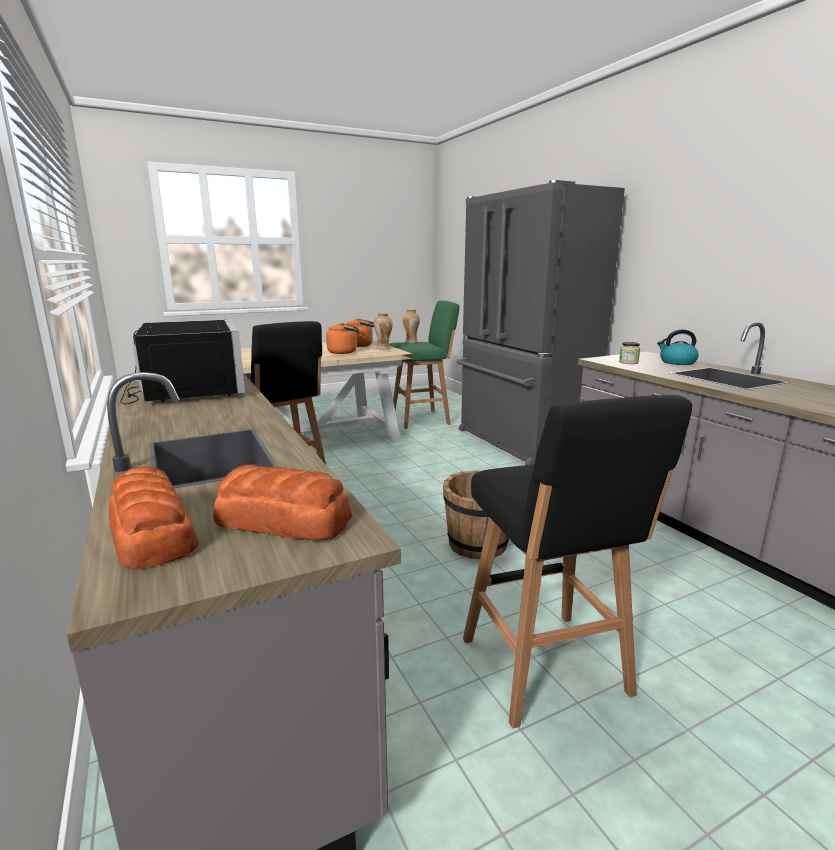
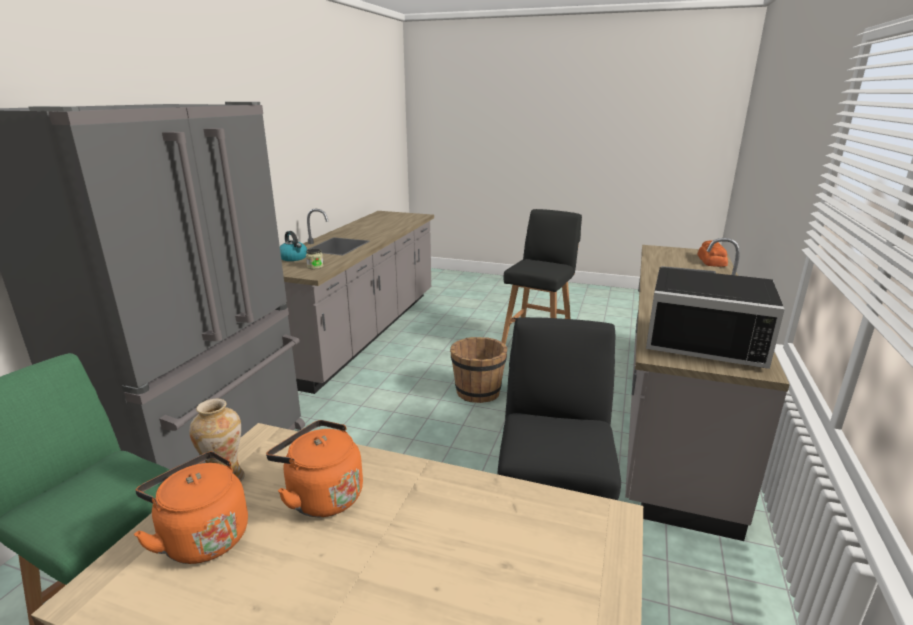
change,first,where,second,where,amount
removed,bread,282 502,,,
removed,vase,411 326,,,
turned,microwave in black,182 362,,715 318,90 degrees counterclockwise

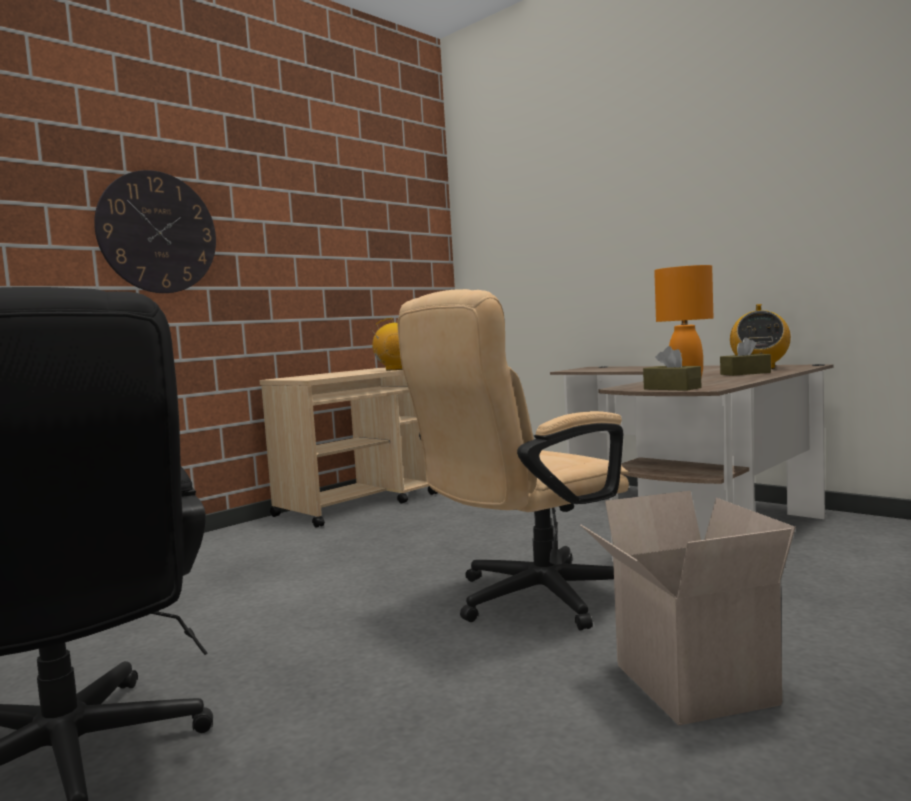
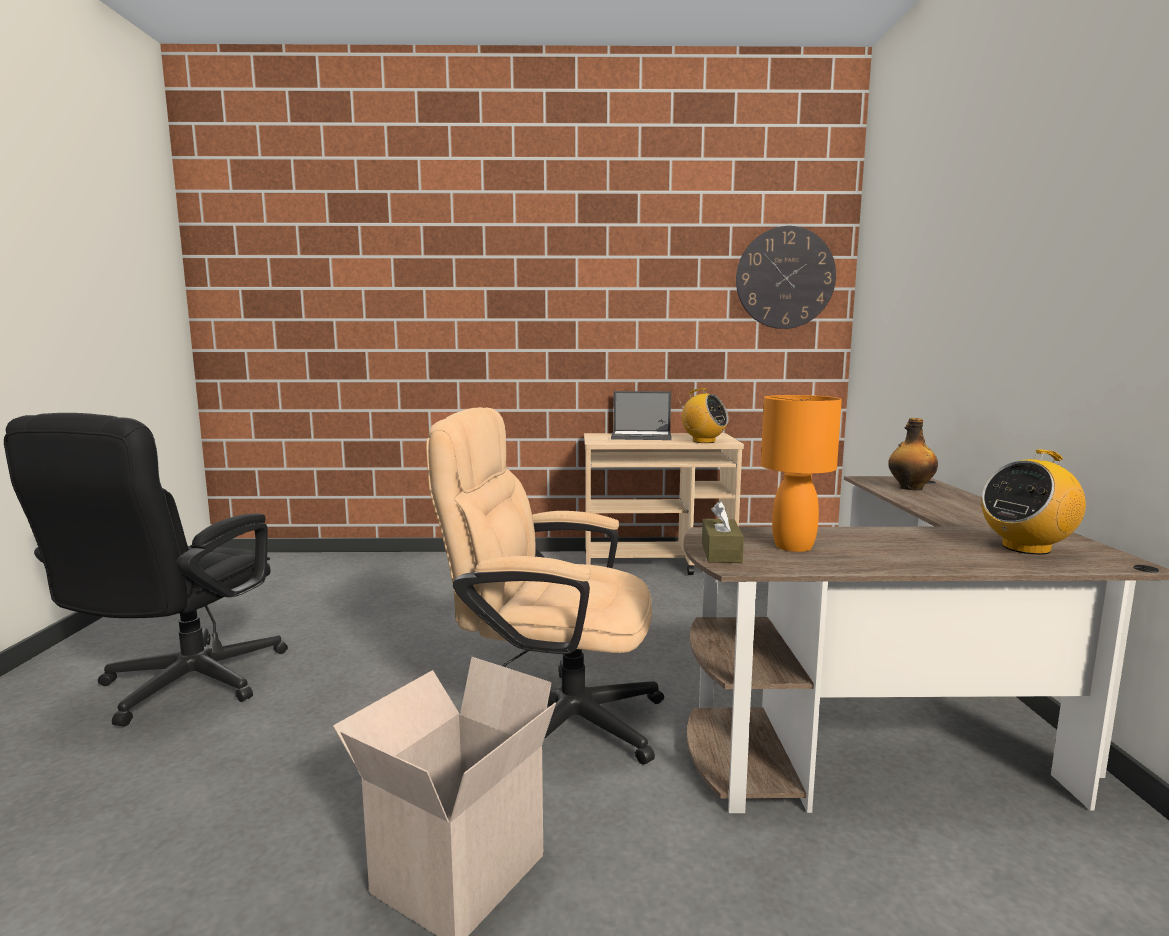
change,first,where,second,where,amount
removed,tissue box in brown,745 356,,,
added,,,laptop,641 415,
added,,,bottle,913 454,
moved,wall clock,155 231,,786 277,

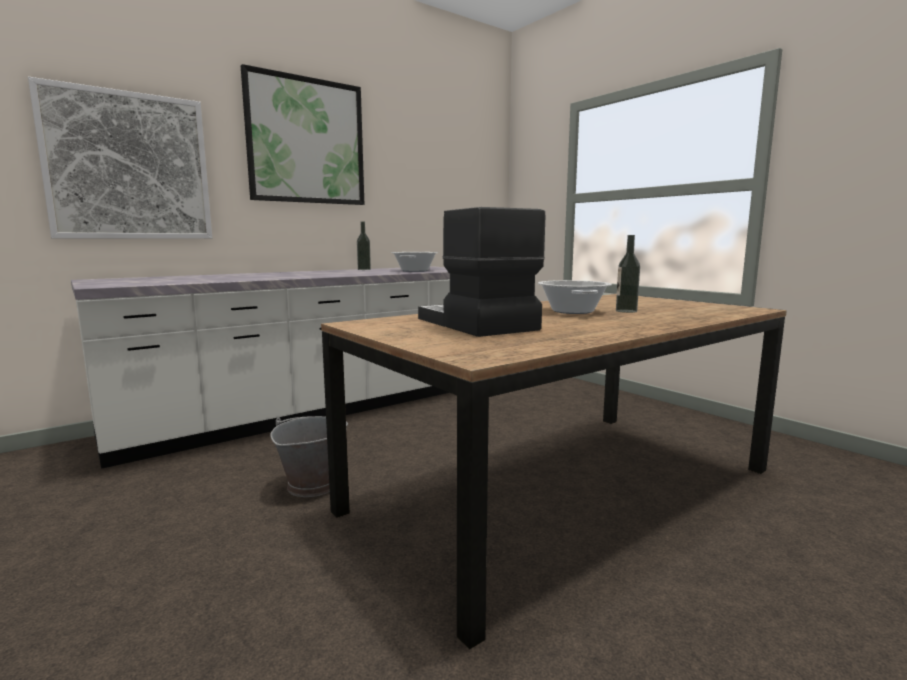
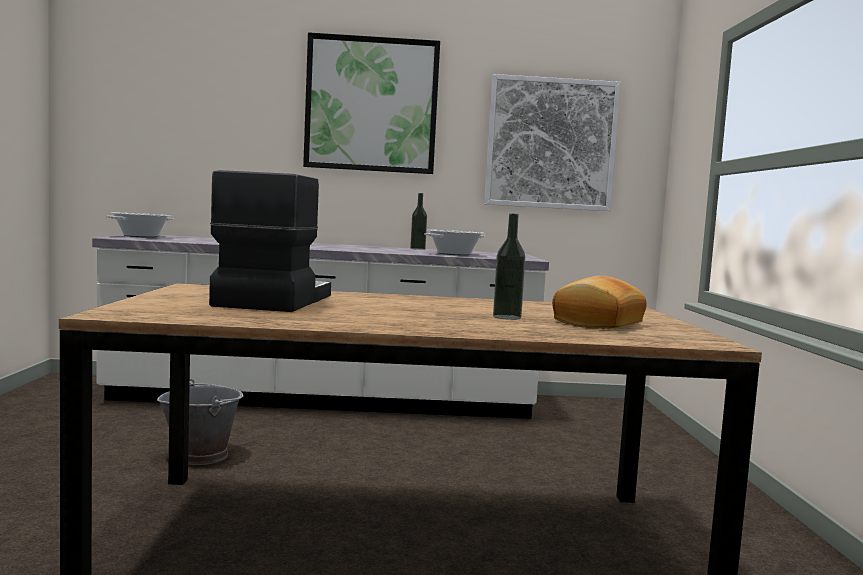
change,first,where,second,where,amount
added,,,bread,599 302,
moved,picture,120 158,,552 142,
moved,cooking pot,574 297,,140 225,

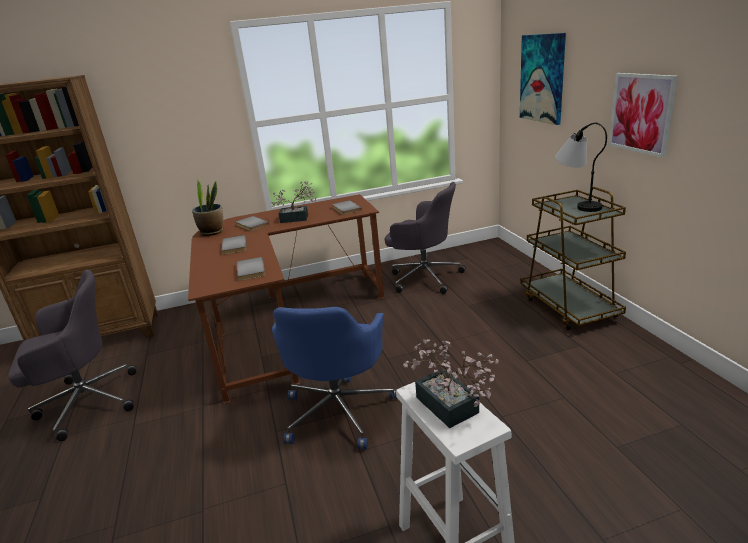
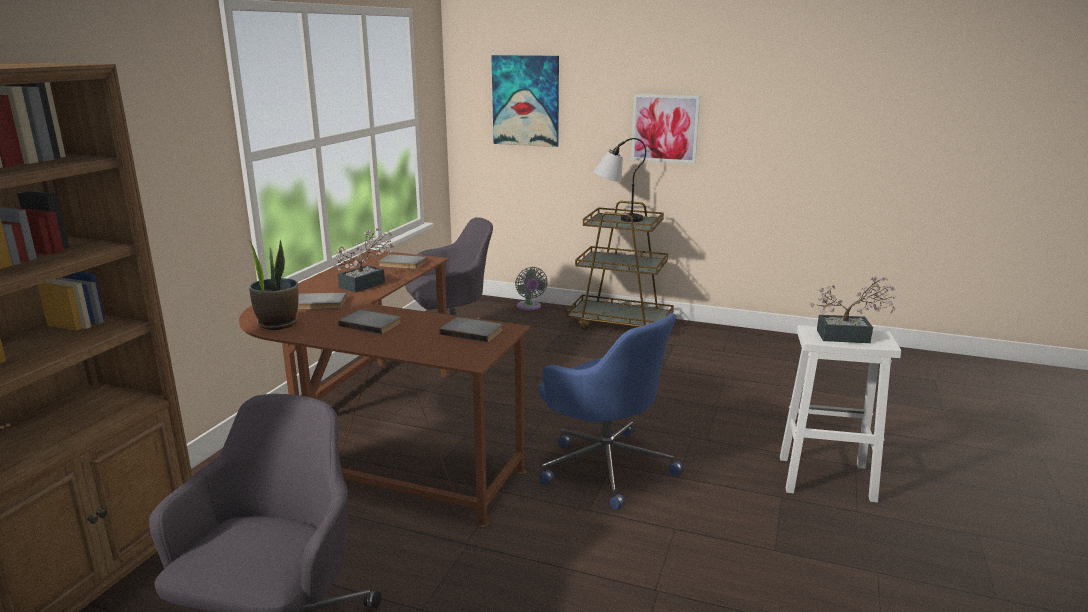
change,first,where,second,where,amount
added,,,fan in grey,531 289,

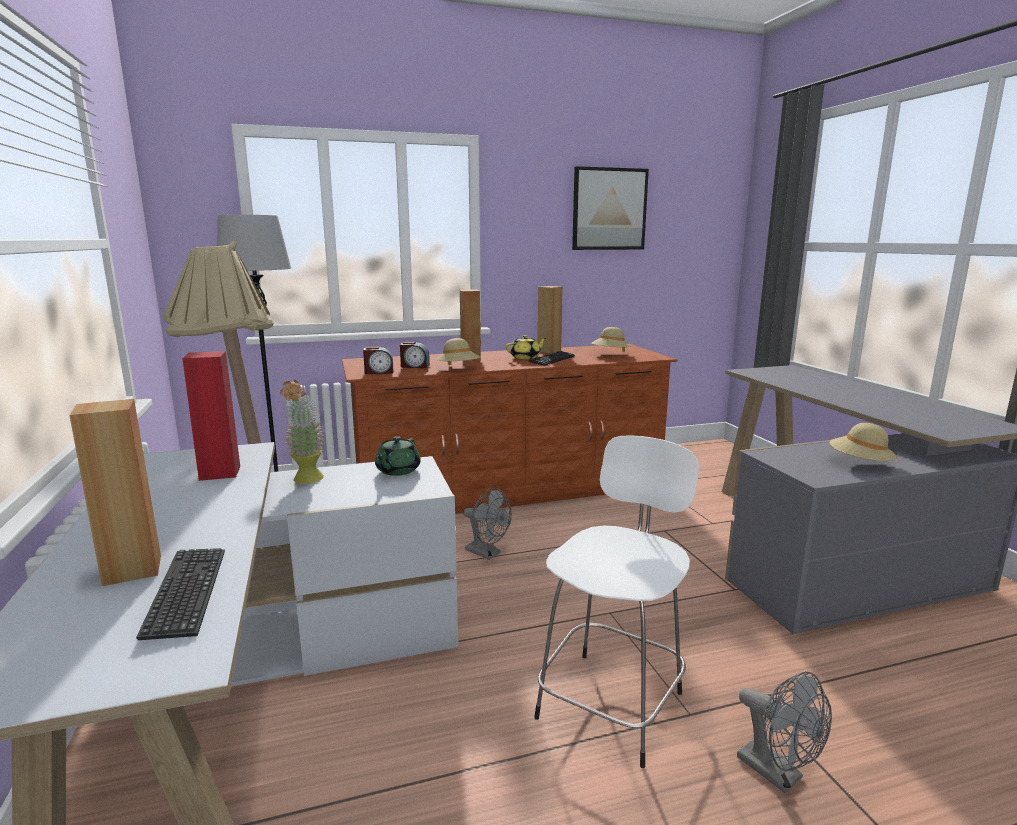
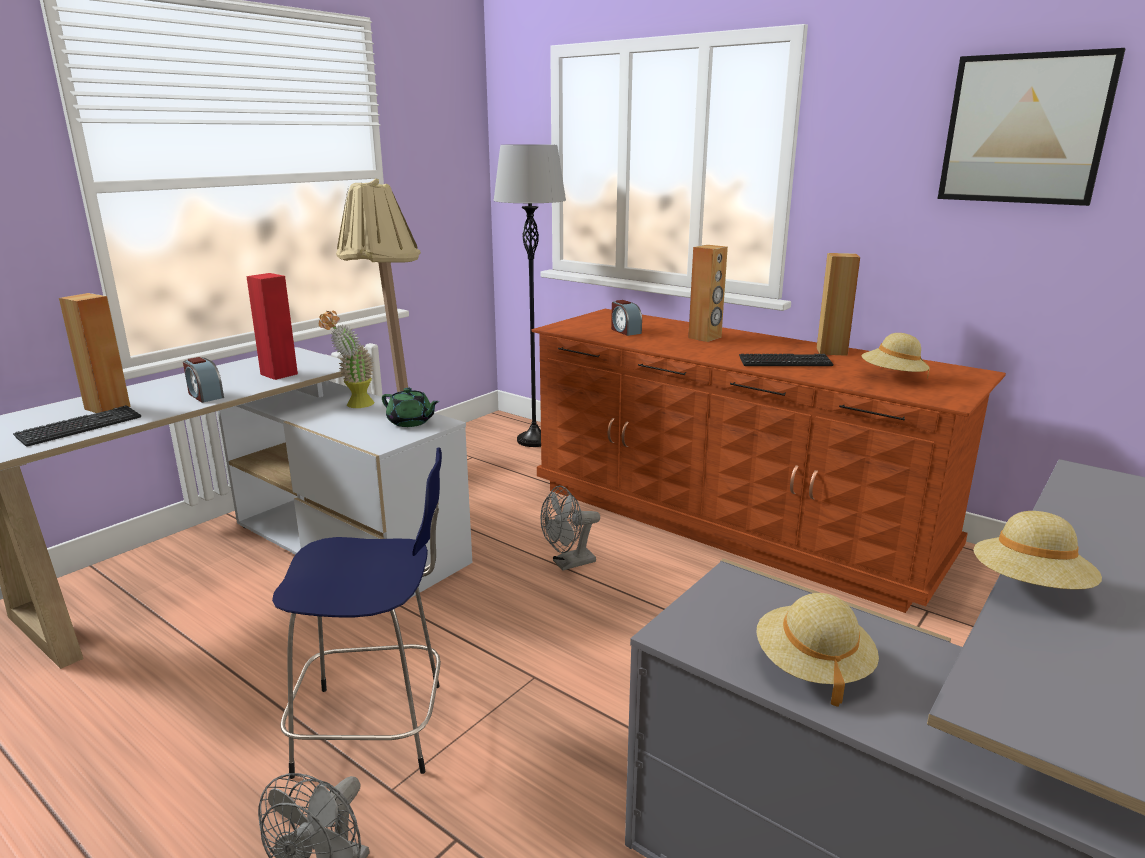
change,first,where,second,where,amount
removed,teapot in yellow,526 347,,,
moved,alarm clock,378 360,,203 380,
moved,hat in beige,458 351,,1038 550,
recoloured,stool in white,616 601,stool in blue,357 613,
turned,teapot in green,398 456,,411 407,135 degrees counterclockwise
turned,fan in grey,487 524,,570 528,60 degrees clockwise

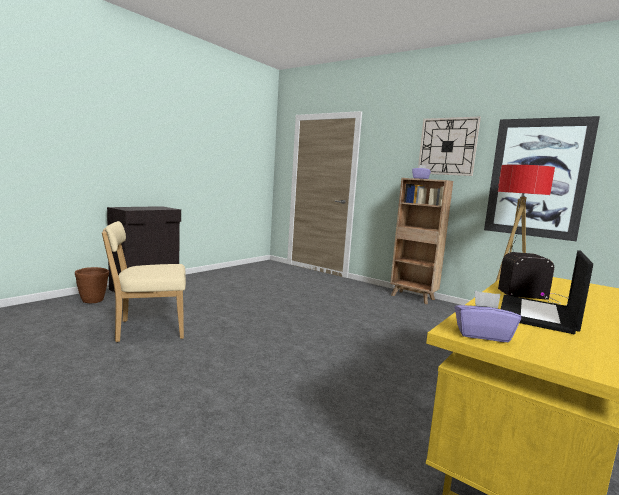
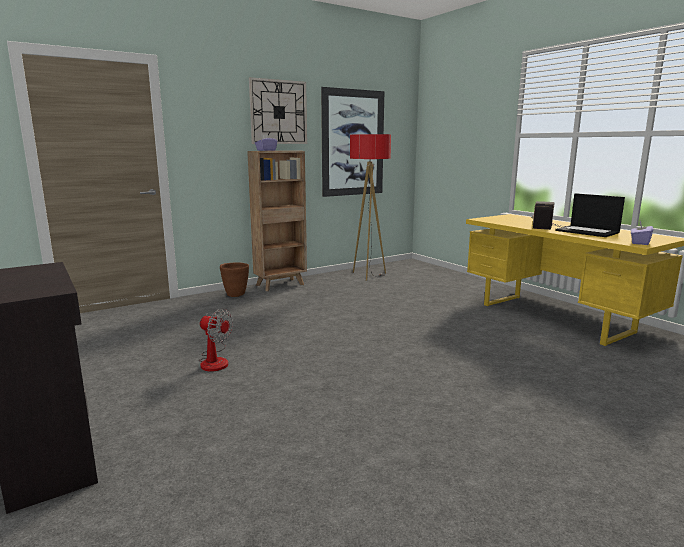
change,first,where,second,where,amount
removed,chair in beige,144 281,,,
added,,,fan,216 340,
moved,planter in brown,92 285,,234 280,

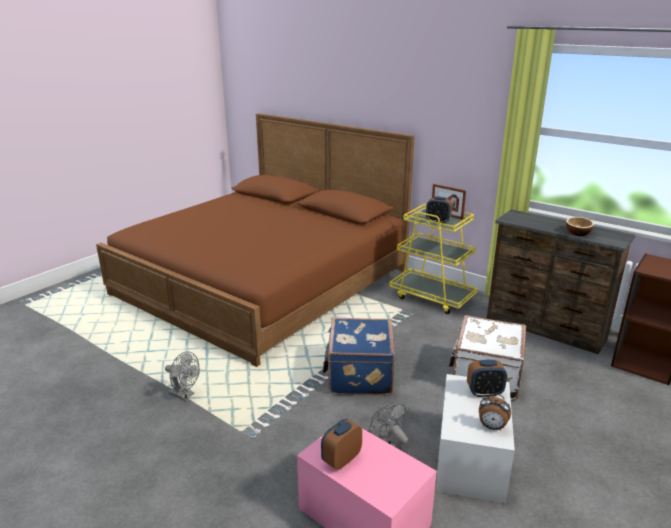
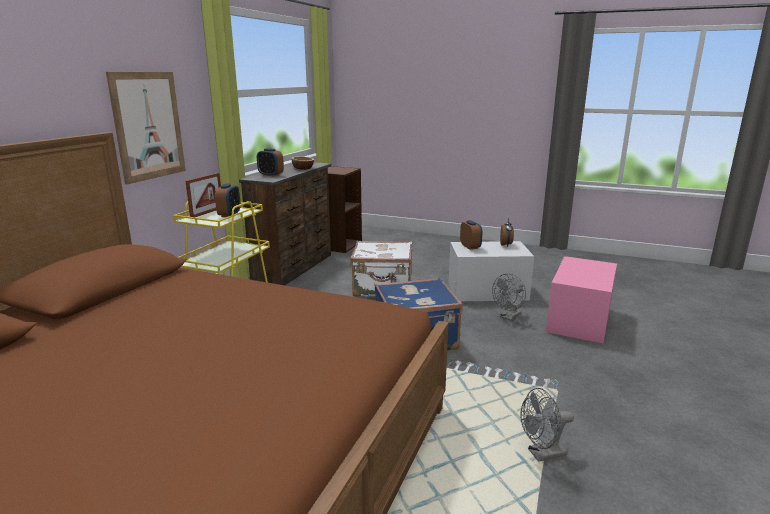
change,first,where,second,where,amount
added,,,picture,146 128,
moved,alarm clock,341 444,,270 162,
turned,fan in grey,182 376,,547 424,120 degrees counterclockwise

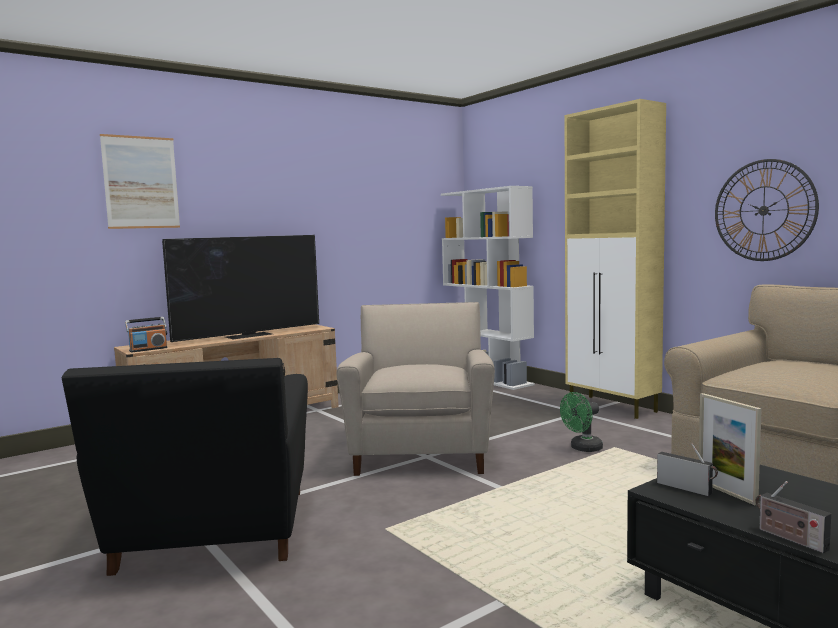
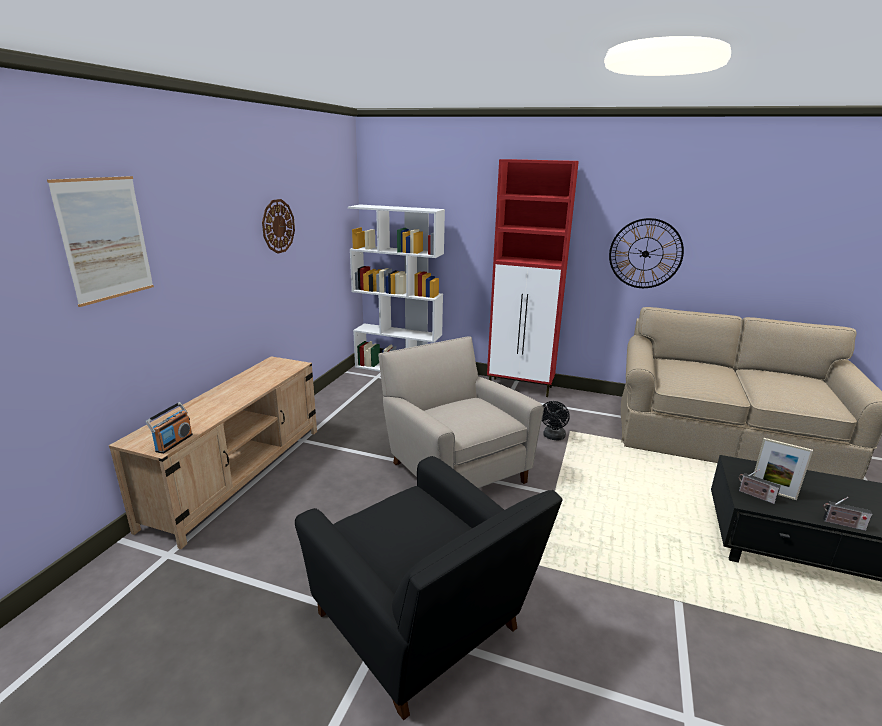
change,first,where,second,where,amount
removed,television,240 288,,,
added,,,wall clock,278 226,
recoloured,fan in green,581 422,fan in black,556 421,
recoloured,cabinet in beige,615 259,cabinet in red,533 278,
turned,radio,687 469,,760 487,150 degrees counterclockwise

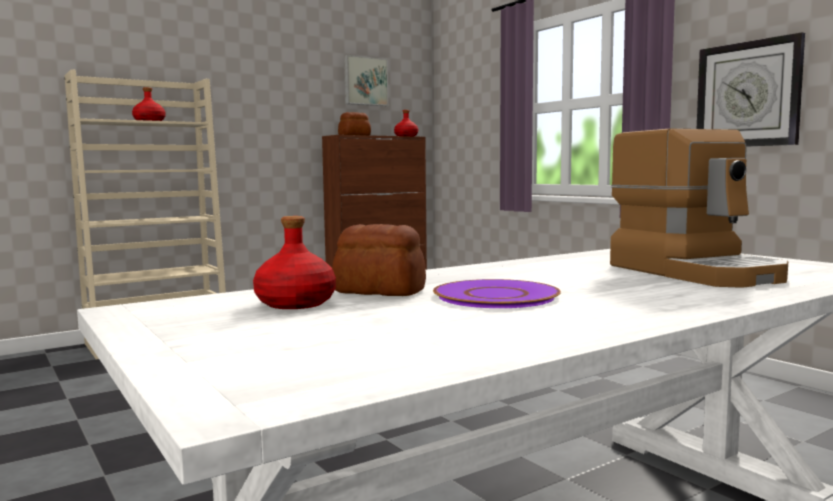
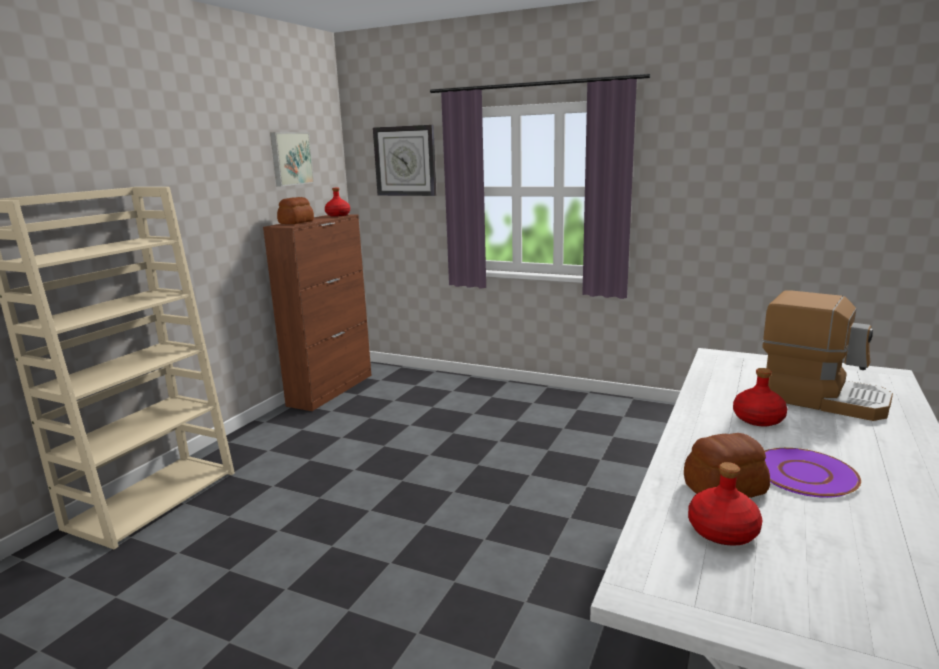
change,first,where,second,where,amount
moved,bottle in red,148 104,,760 397,
moved,wall clock,751 89,,405 160,

